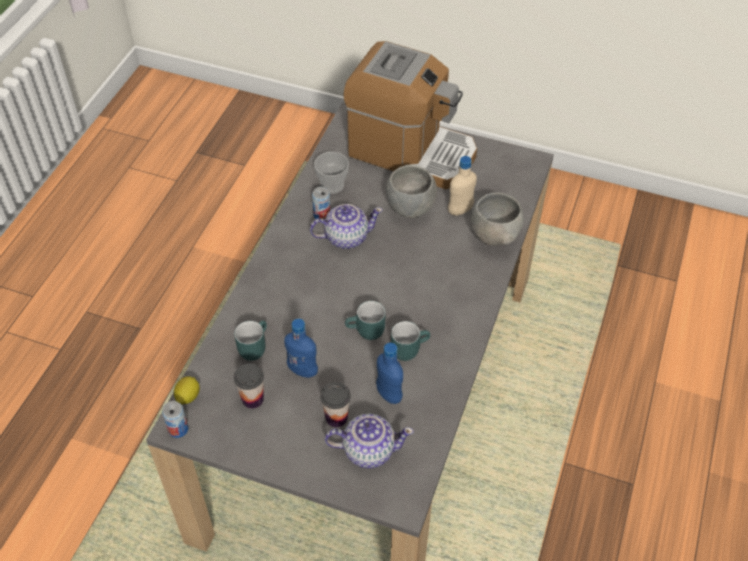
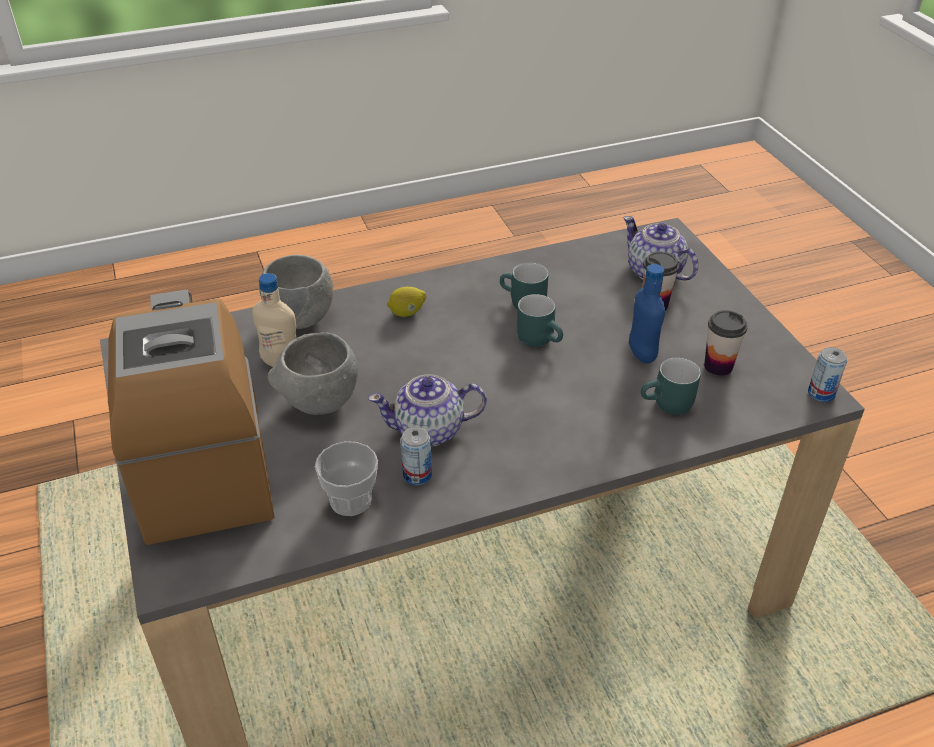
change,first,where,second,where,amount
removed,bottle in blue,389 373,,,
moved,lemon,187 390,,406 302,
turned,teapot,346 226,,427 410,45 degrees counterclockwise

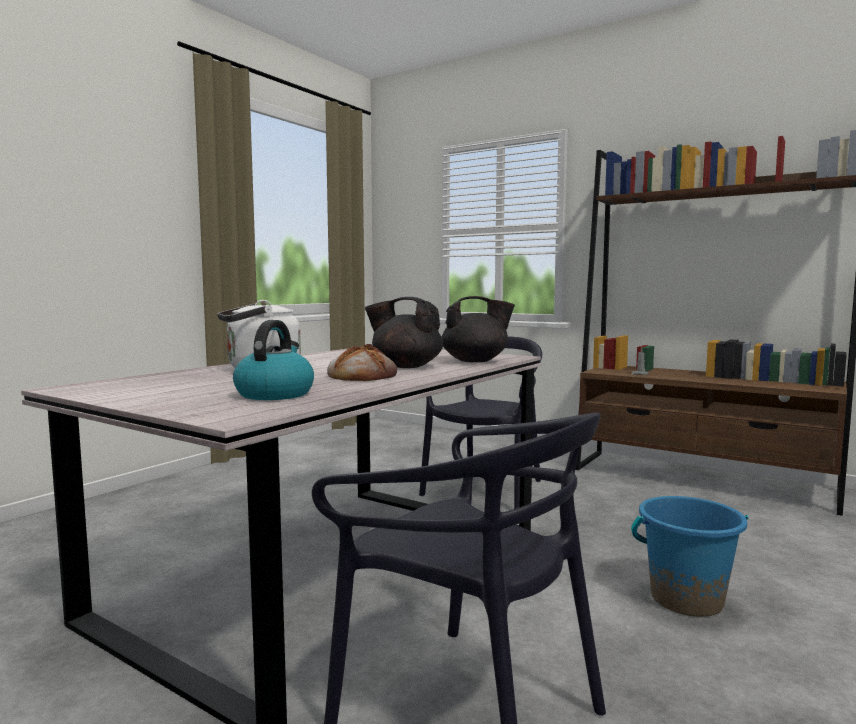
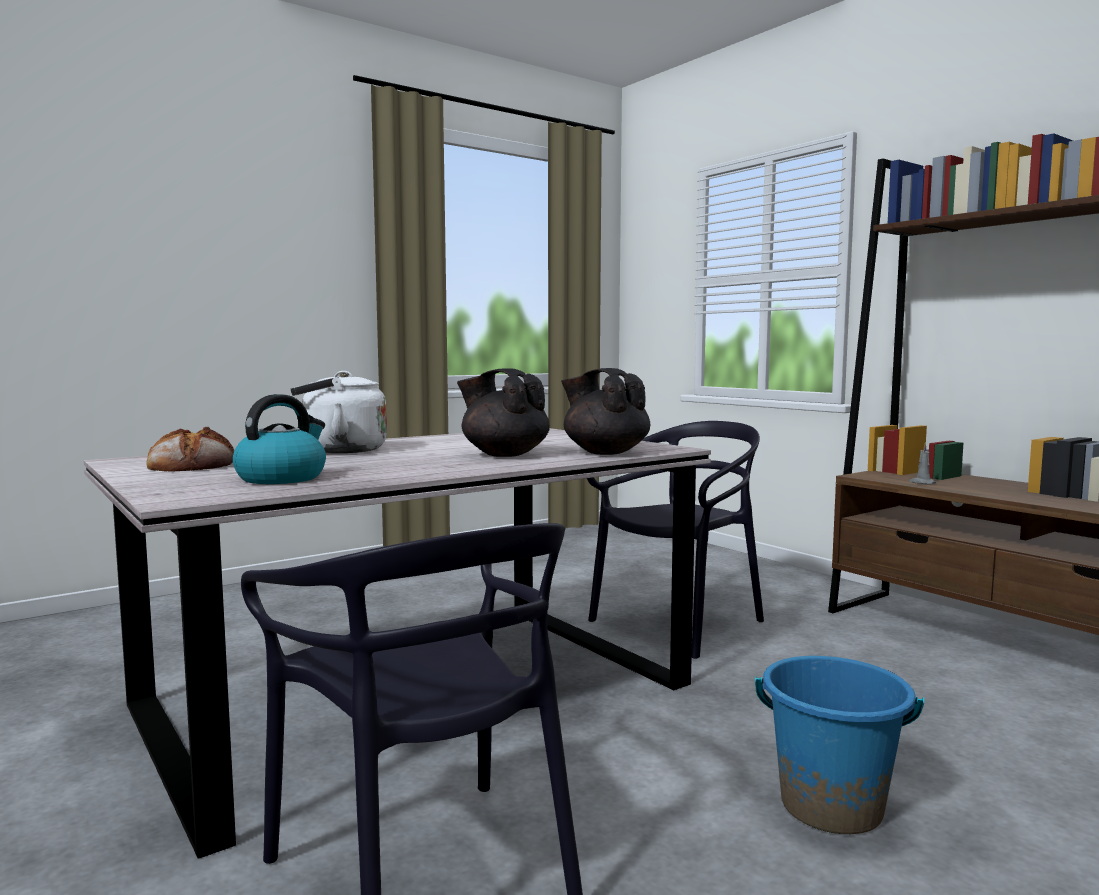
change,first,where,second,where,amount
moved,bread,362 362,,190 449,
turned,teapot in black,478 329,,605 411,150 degrees counterclockwise

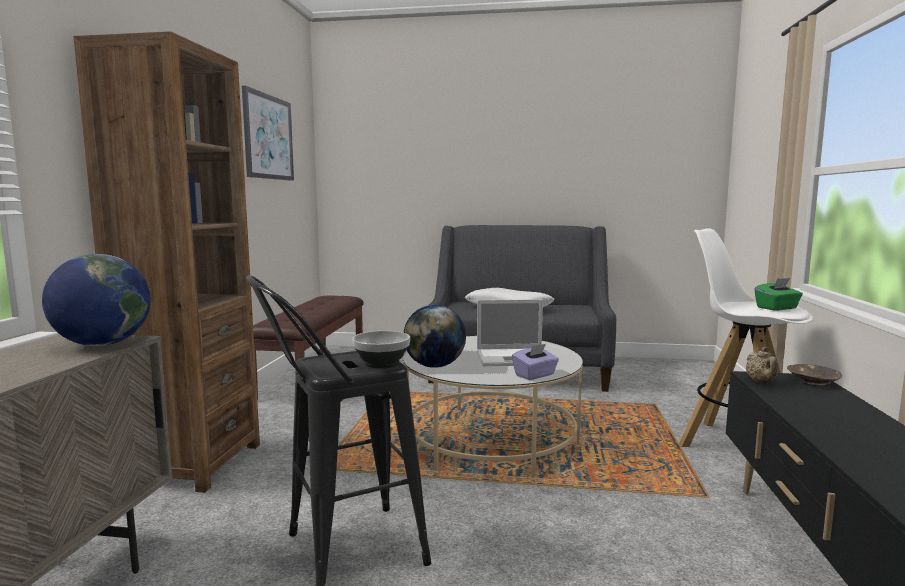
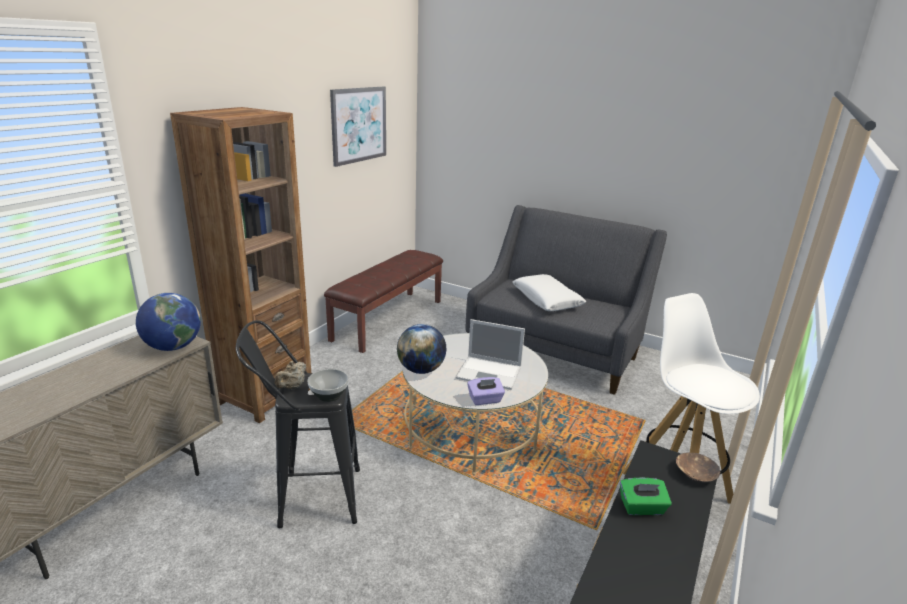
change,first,where,second,where,amount
moved,teapot in beige,762 365,,290 375,
moved,tissue box in green,778 294,,646 496,

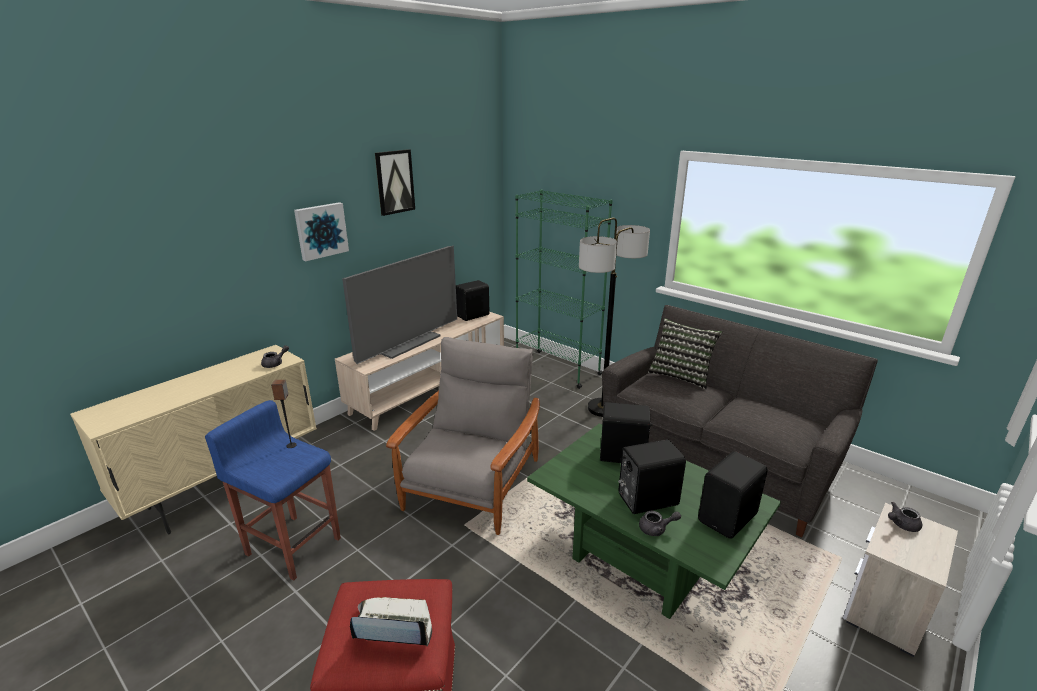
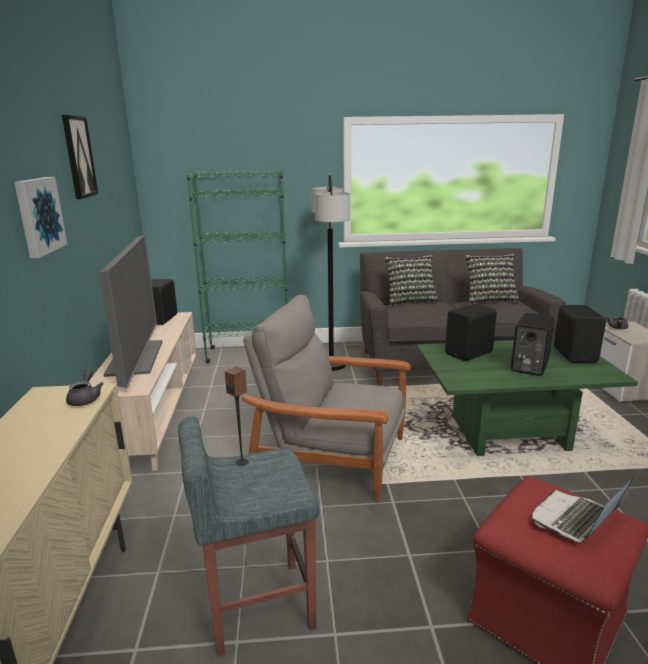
change,first,where,second,where,amount
removed,teapot in grey,660 523,,,
added,,,pillow,492 279,
recoloured,stool in blue,273 490,stool in grey,249 536,
turned,armchair in grey,463 436,,326 398,45 degrees counterclockwise

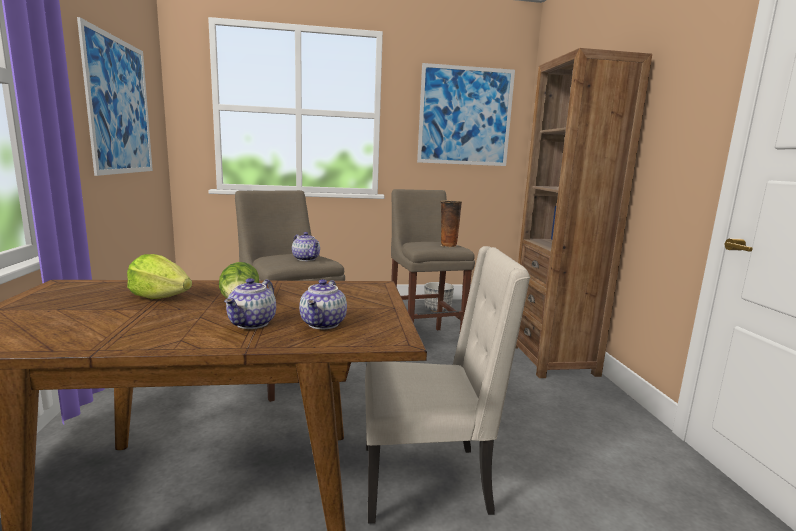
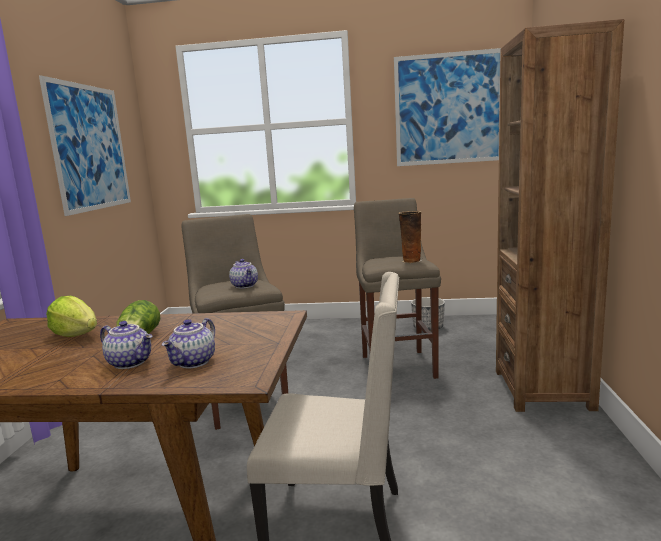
change,first,where,second,where,amount
turned,teapot,250 303,,126 345,90 degrees counterclockwise

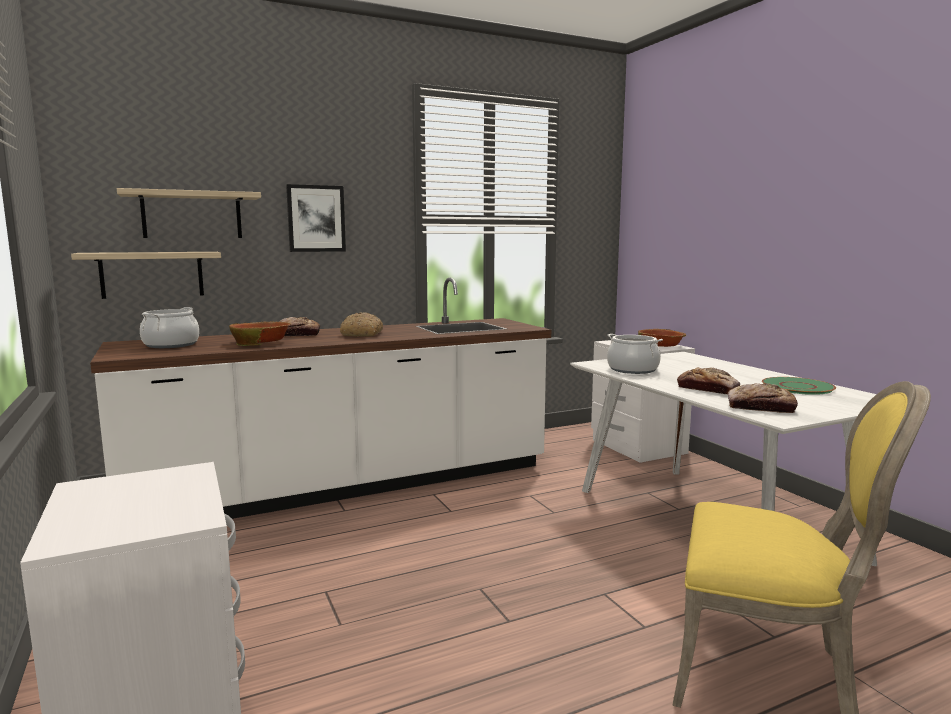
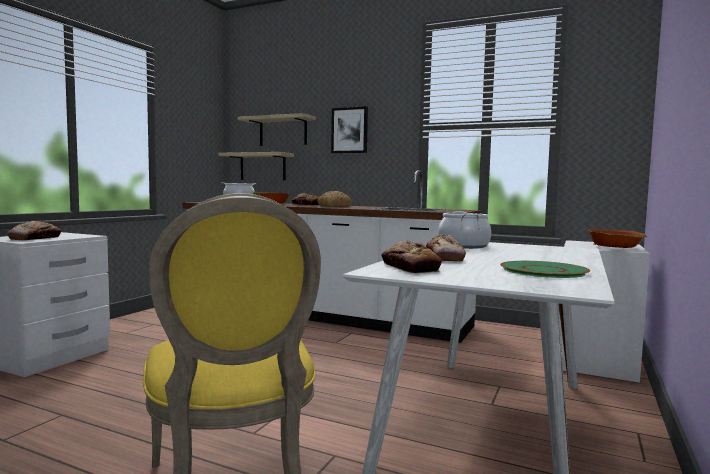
change,first,where,second,where,amount
added,,,bread,34 230,

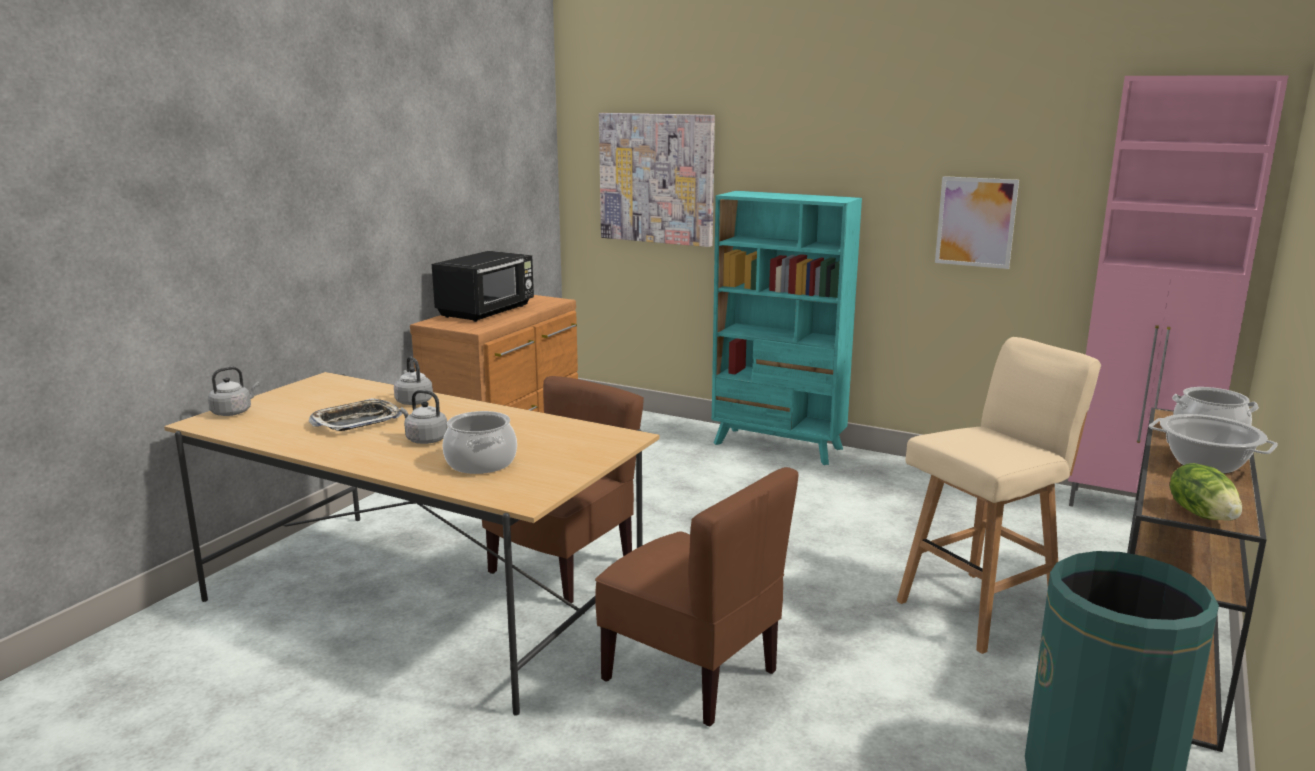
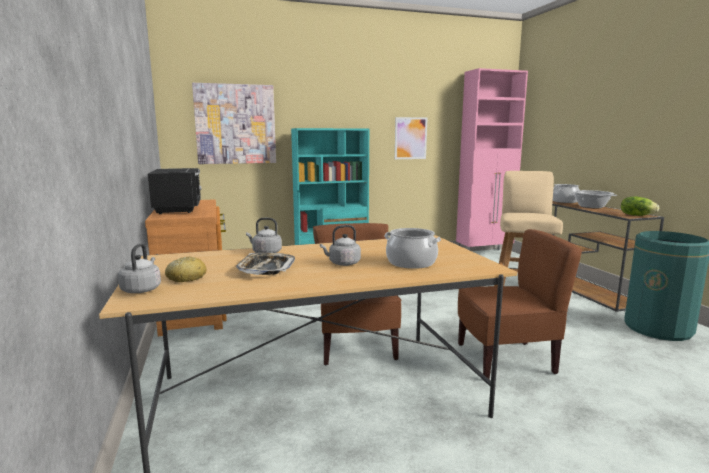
change,first,where,second,where,amount
added,,,bread,186 269,

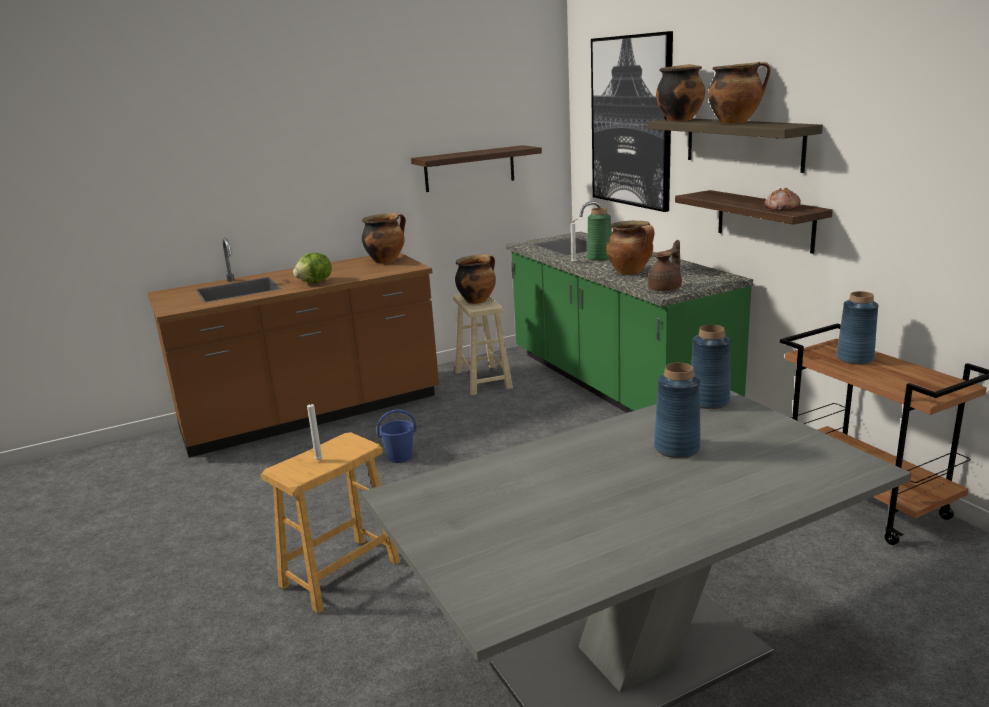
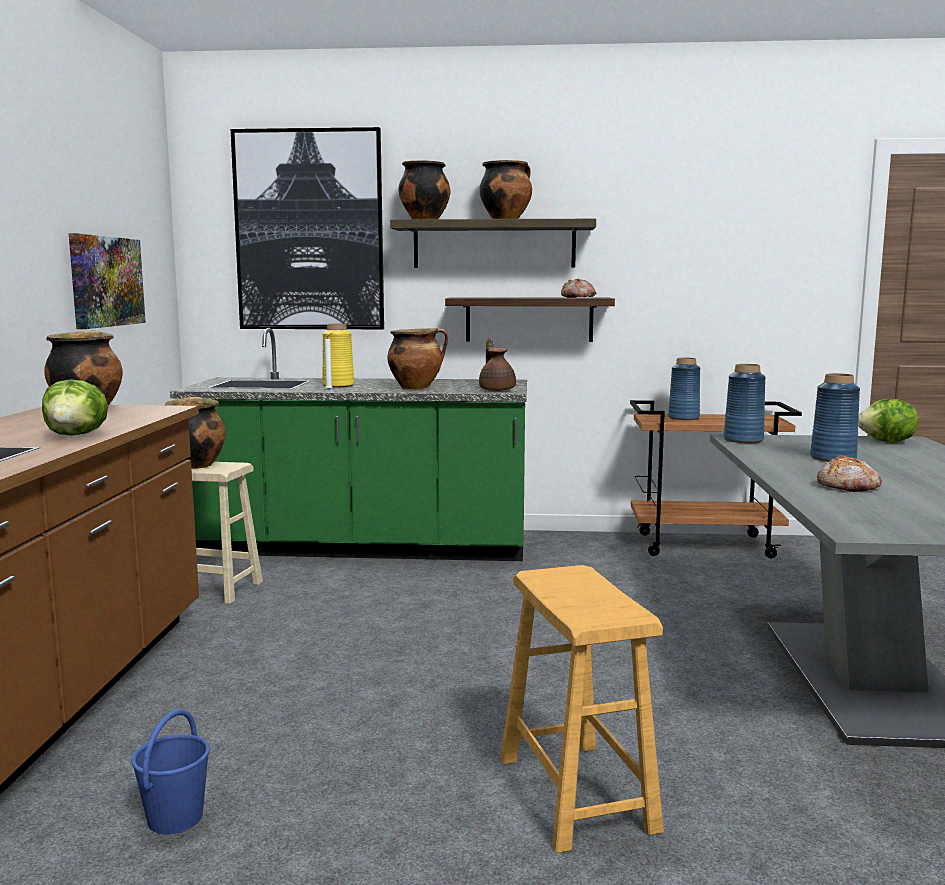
change,first,where,second,where,amount
removed,candle in white,315 430,,,
added,,,bread,849 473,
added,,,lettuce,888 421,
moved,bucket in blue,397 436,,170 771,
replaced,shelf,476 168,picture,107 281,
recoloured,vase in green,599 234,vase in yellow,338 355,

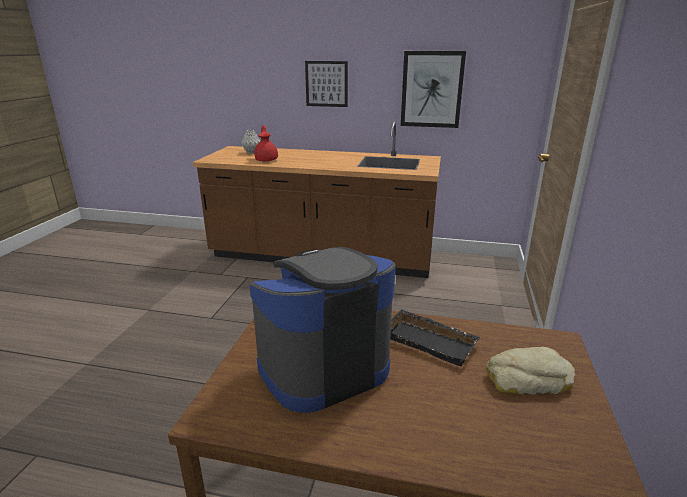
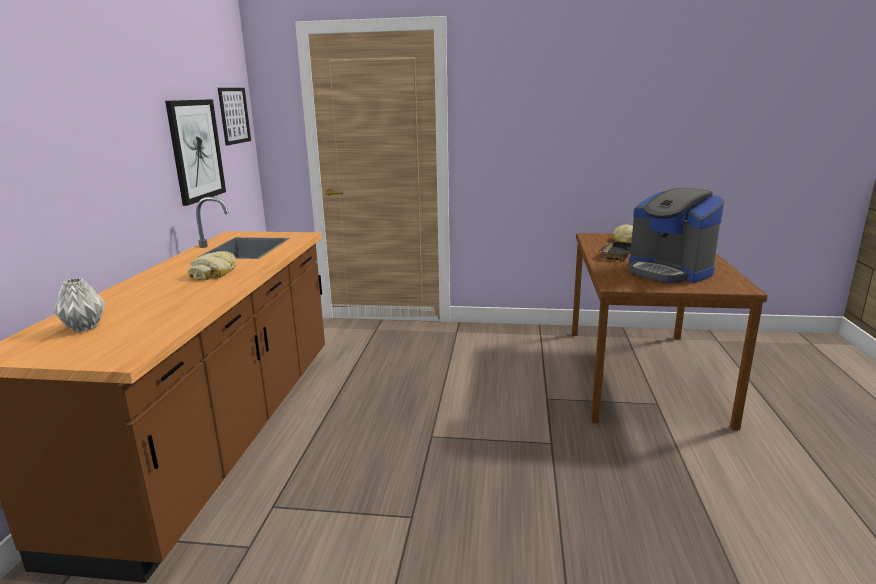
change,first,where,second,where,amount
removed,teapot in red,266 143,,,
added,,,bread,212 265,
moved,picture,326 84,,234 116,

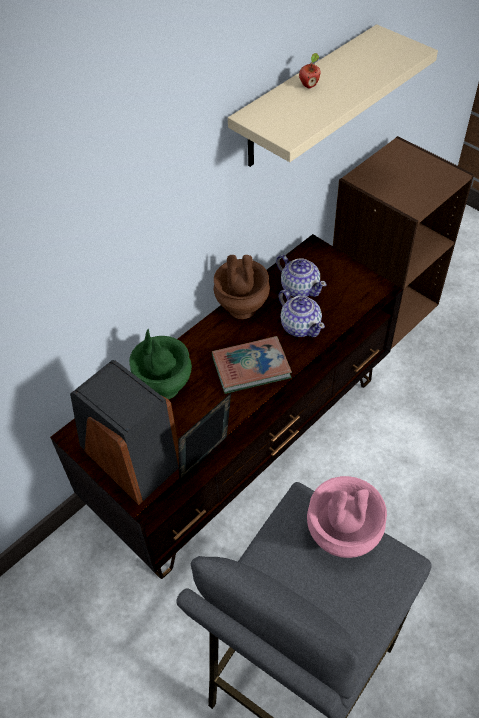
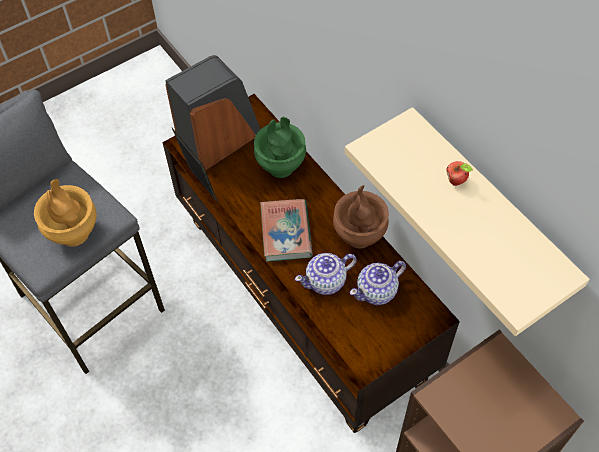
change,first,where,second,where,amount
recoloured,vase in pink,347 517,vase in brown,65 213,

